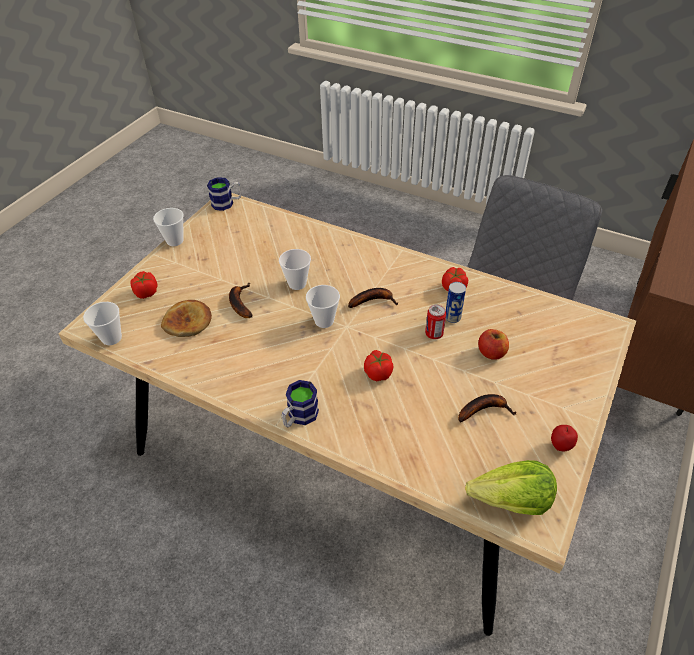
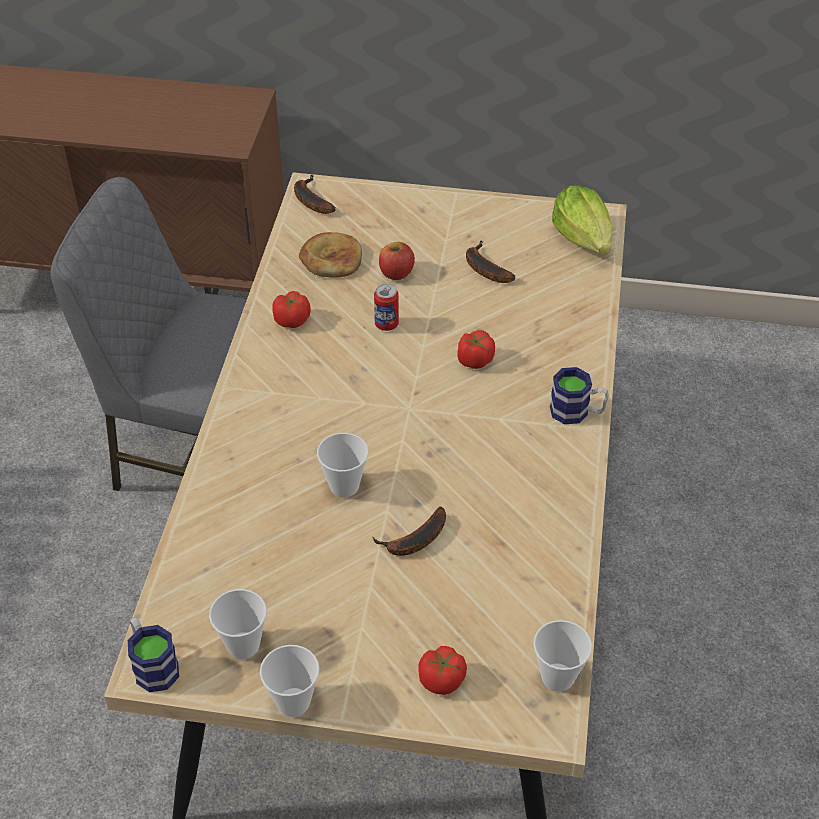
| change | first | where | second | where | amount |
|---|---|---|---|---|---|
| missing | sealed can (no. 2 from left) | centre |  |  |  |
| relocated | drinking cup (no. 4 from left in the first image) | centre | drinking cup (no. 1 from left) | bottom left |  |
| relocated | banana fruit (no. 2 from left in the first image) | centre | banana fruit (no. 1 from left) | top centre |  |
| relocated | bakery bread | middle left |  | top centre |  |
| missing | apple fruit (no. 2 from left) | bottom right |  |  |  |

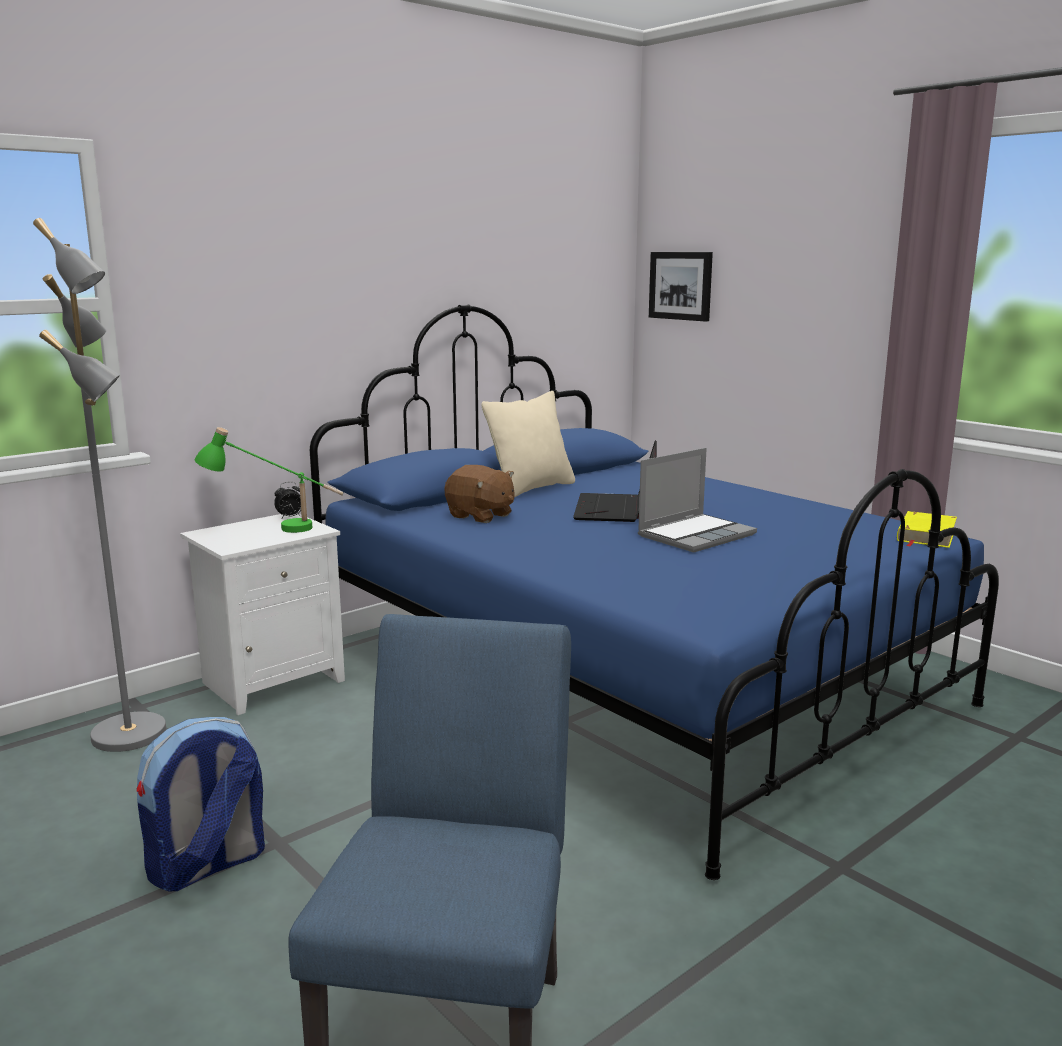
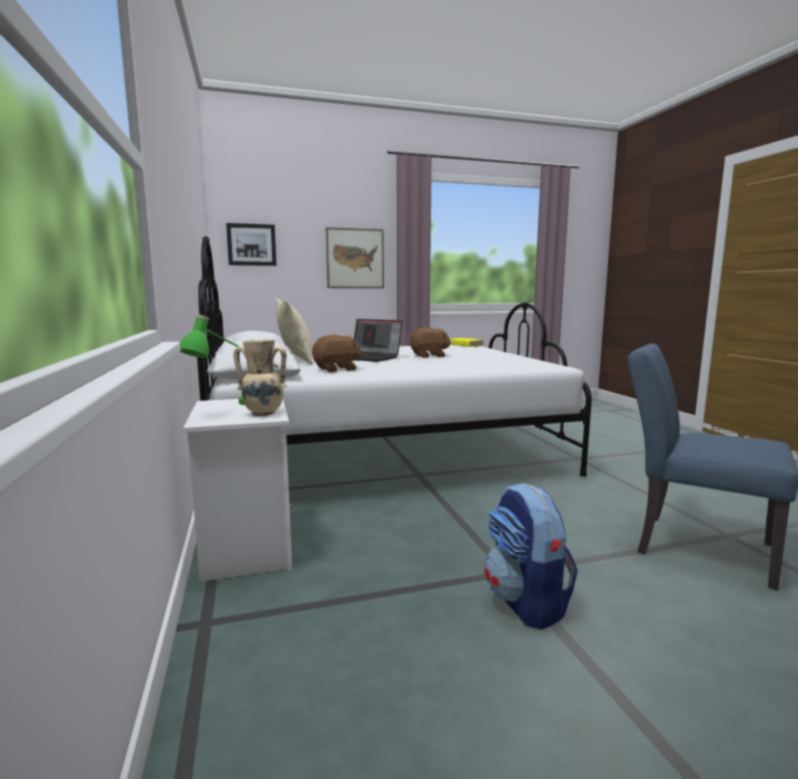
| change | first | where | second | where | amount |
|---|---|---|---|---|---|
| missing | standing lamp in gray | middle left |  |  |  |
| colour | sleeping bed in blue | centre | sleeping bed in whitish | centre |  |
| exchanged | portable computer (no. 2 from left) | centre | cuddly toy in brown-coloured (no. 2 from left) | centre |  |
| missing | alarm clock | middle left |  |  |  |
| appeared |  |  | wall picture (no. 2 from left) | top centre |  |
| appeared |  |  | flower vase in sand-coloured | middle left |  |

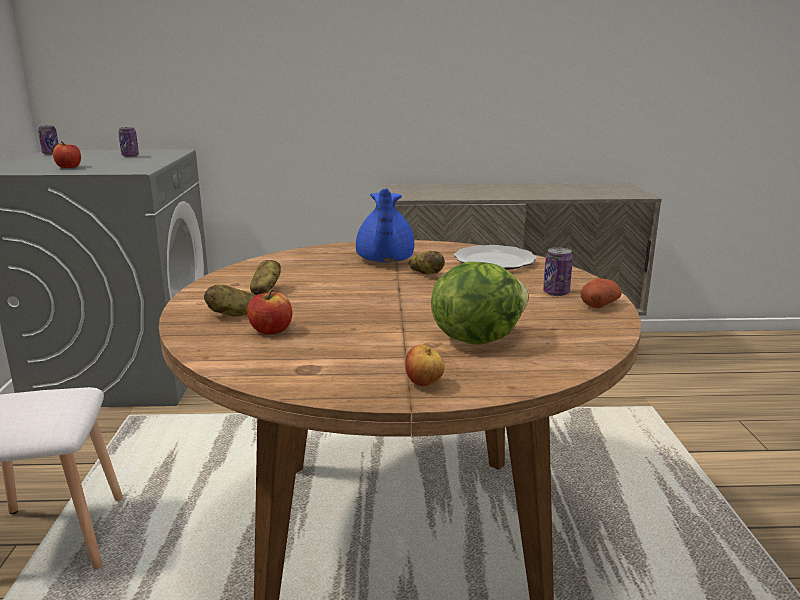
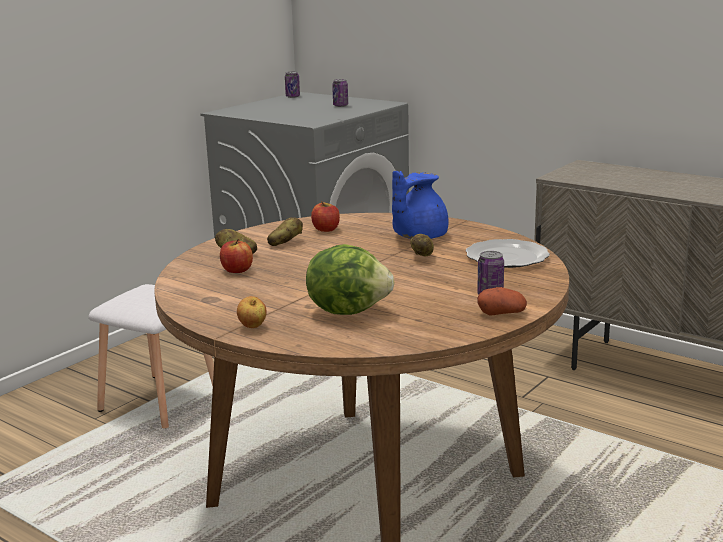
| change | first | where | second | where | amount |
|---|---|---|---|---|---|
| relocated | apple fruit (no. 1 from left in the first image) | top left | apple fruit (no. 3 from left) | centre |  |

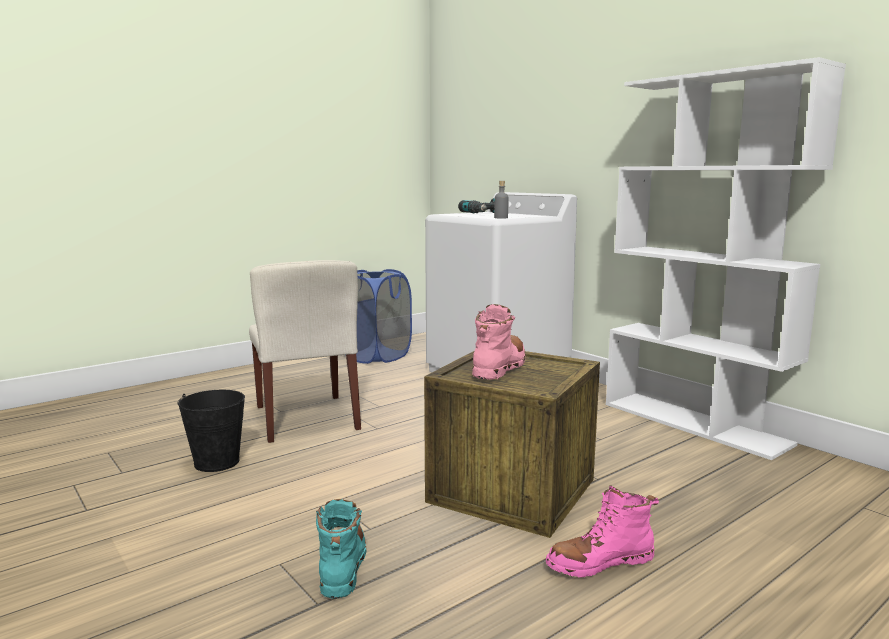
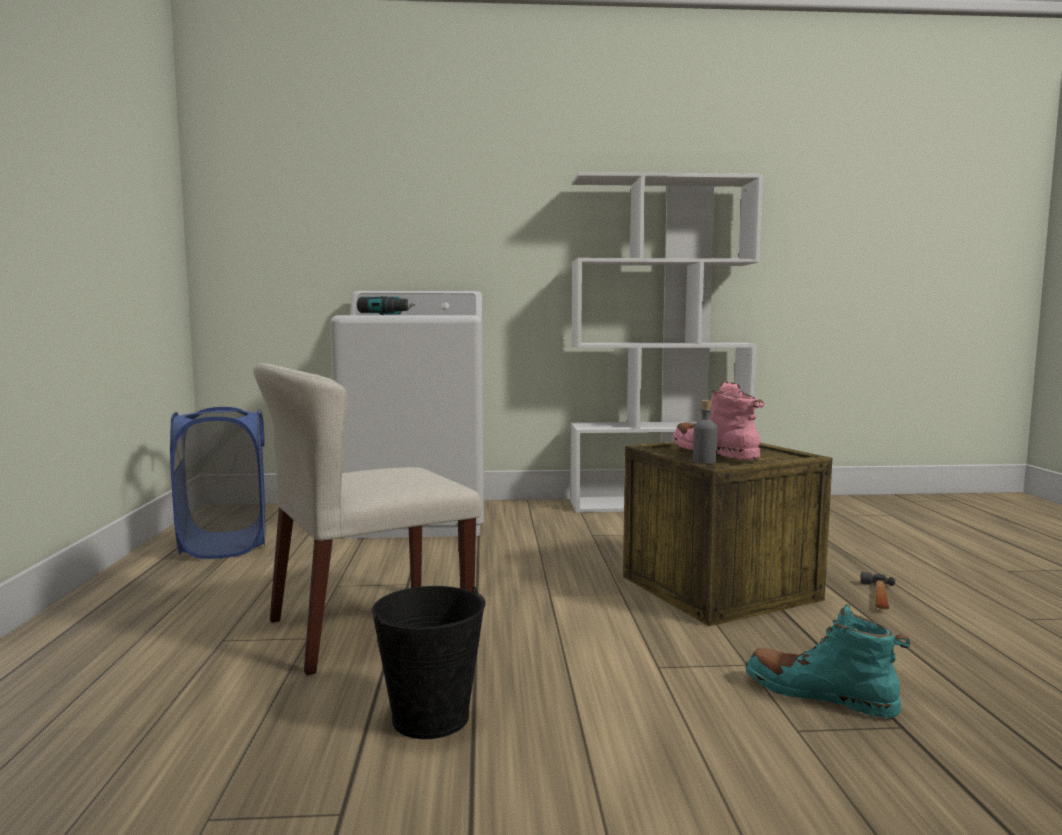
| change | first | where | second | where | amount |
|---|---|---|---|---|---|
| relocated | bottle in gray | top centre |  | centre |  |
| spun | plain chair in sand-coloured | centre |  | centre | 135 degrees clockwise |
| exchanged | high-top boot in pink-coloured (no. 2 from left) | bottom right | hammer | bottom right |  |

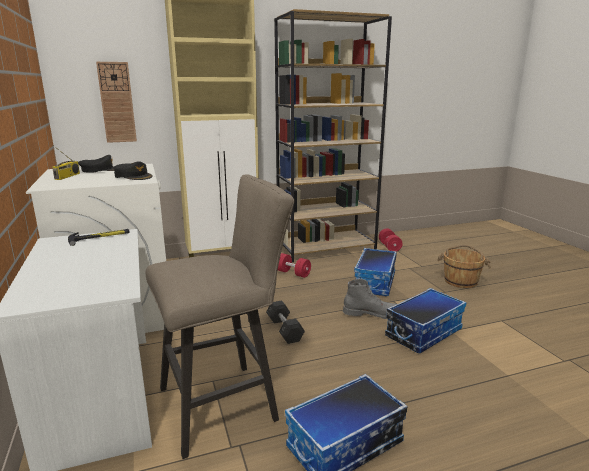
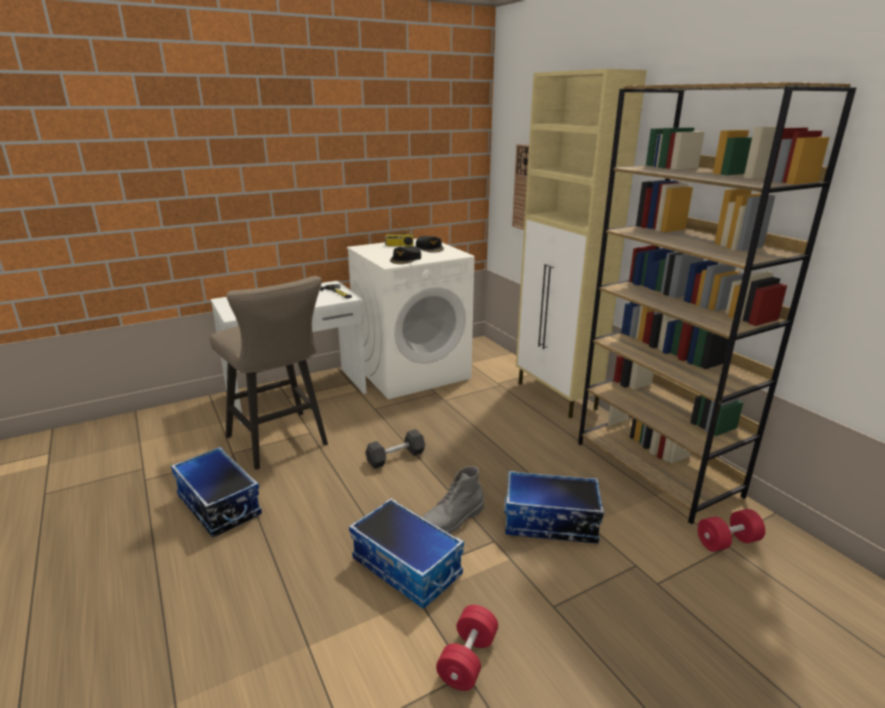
| change | first | where | second | where | amount |
|---|---|---|---|---|---|
| missing | water bucket in brown-coloured | middle right |  |  |  |
| relocated | dumbbell in reddish (no. 1 from left) | centre |  | bottom centre |  |
| spun | high-top boot in gray | centre |  | bottom centre | 60 degrees clockwise |

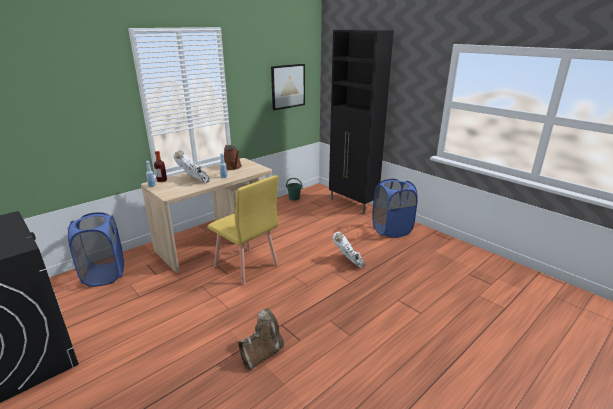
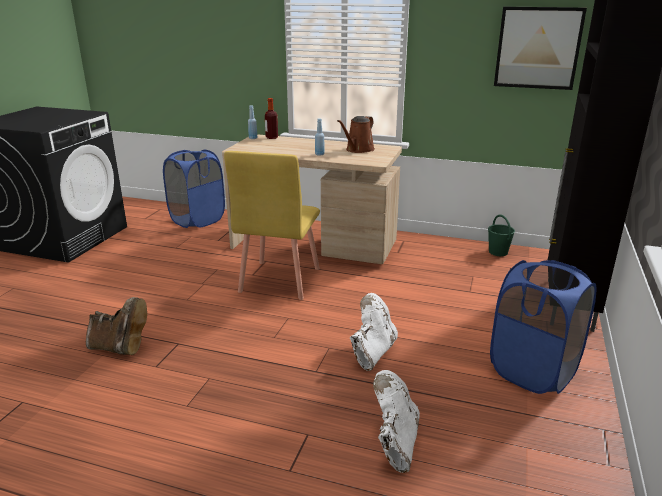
| change | first | where | second | where | amount |
|---|---|---|---|---|---|
| relocated | high-top boot in whitish (no. 1 from left in the first image) | middle left | high-top boot in whitish (no. 2 from left) | bottom centre |  |

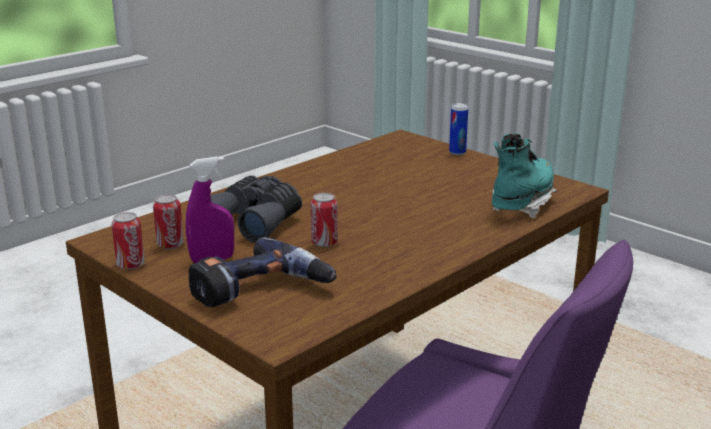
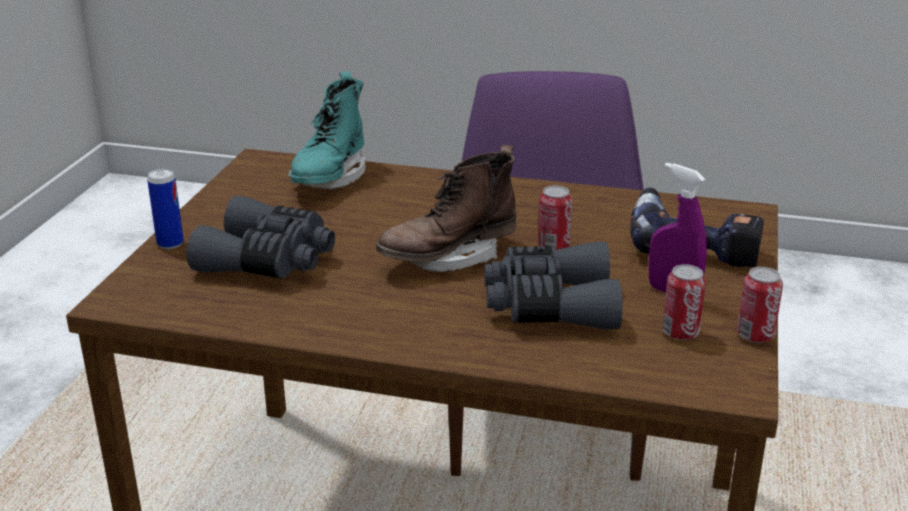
| change | first | where | second | where | amount |
|---|---|---|---|---|---|
| spun | high-top boot in turquoise-coloured | middle right |  | top centre | 75 degrees counterclockwise |
| appeared |  |  | high-top boot in brown-coloured | centre |  |
| appeared |  |  | pair of binoculars in gray (no. 1 from left) | middle left |  |

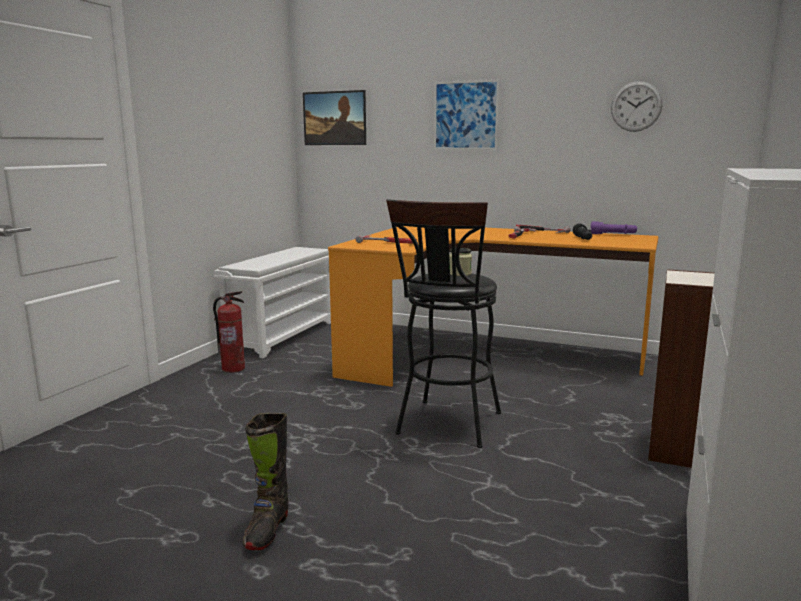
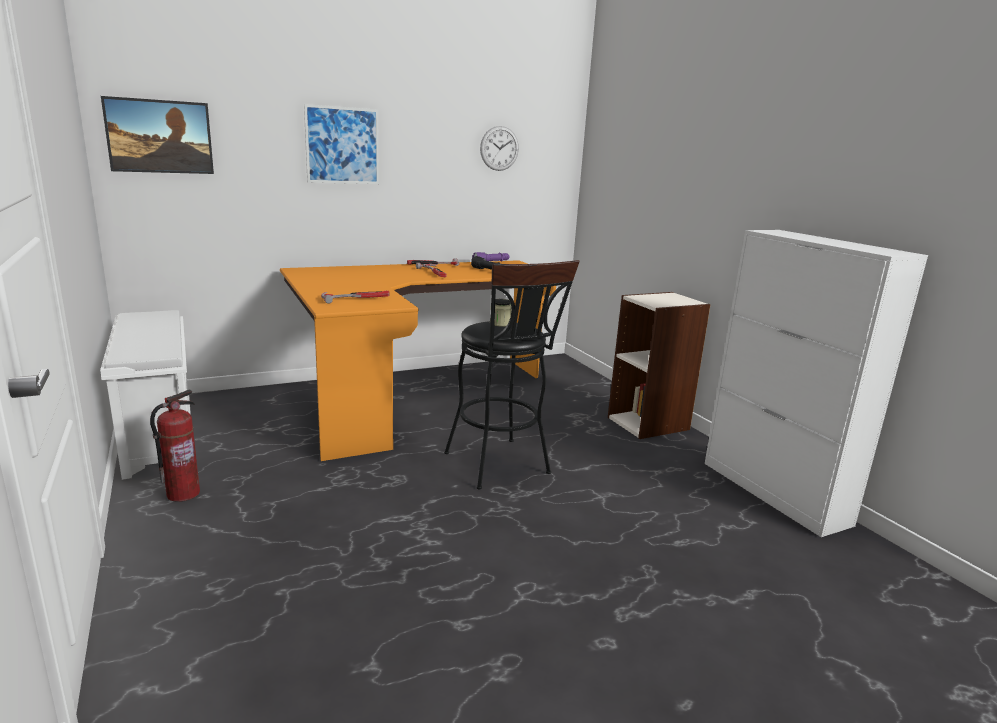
| change | first | where | second | where | amount |
|---|---|---|---|---|---|
| missing | high-top boot in black | bottom left |  |  |  |

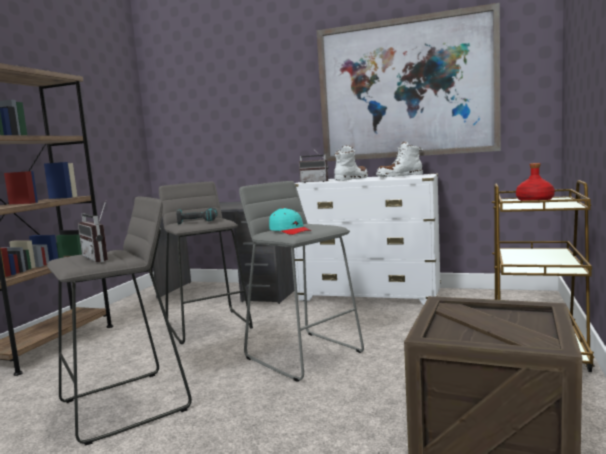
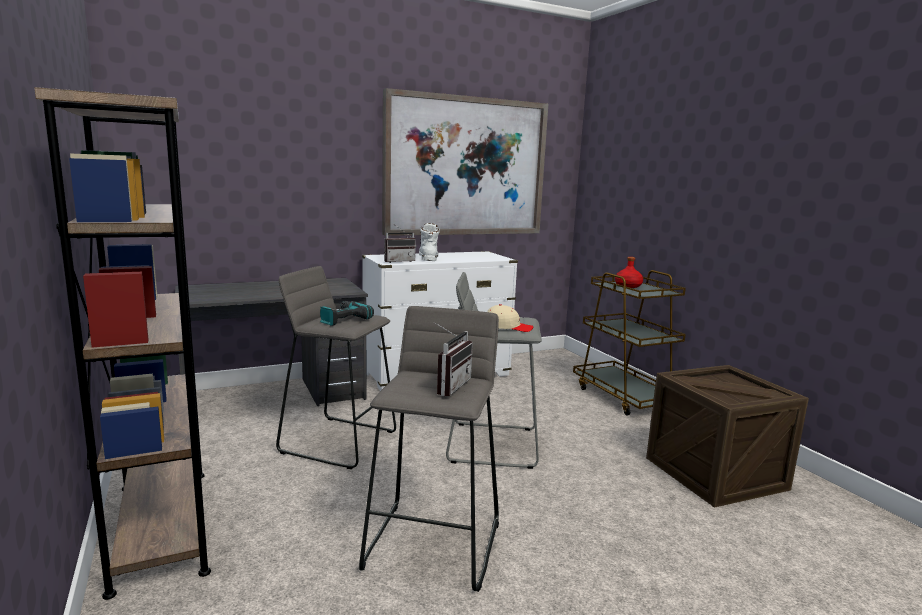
| change | first | where | second | where | amount |
|---|---|---|---|---|---|
| missing | high-top boot in whitish (no. 2 from left) | centre |  |  |  |
| spun | radio receiver (no. 1 from left in the first image) | middle left | radio receiver (no. 2 from left) | centre | 75 degrees counterclockwise |
| colour | peaked cap in turquoise-coloured | centre | peaked cap in sand-coloured | centre |  |

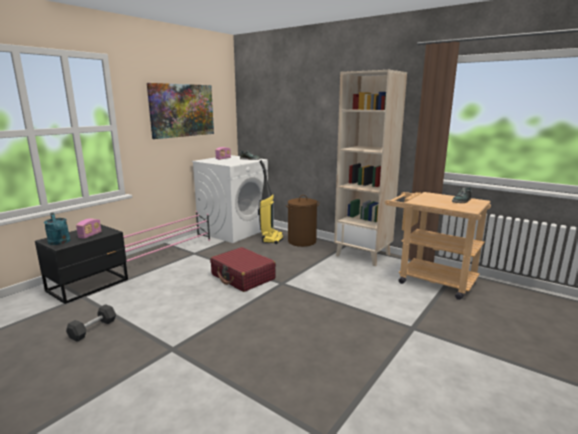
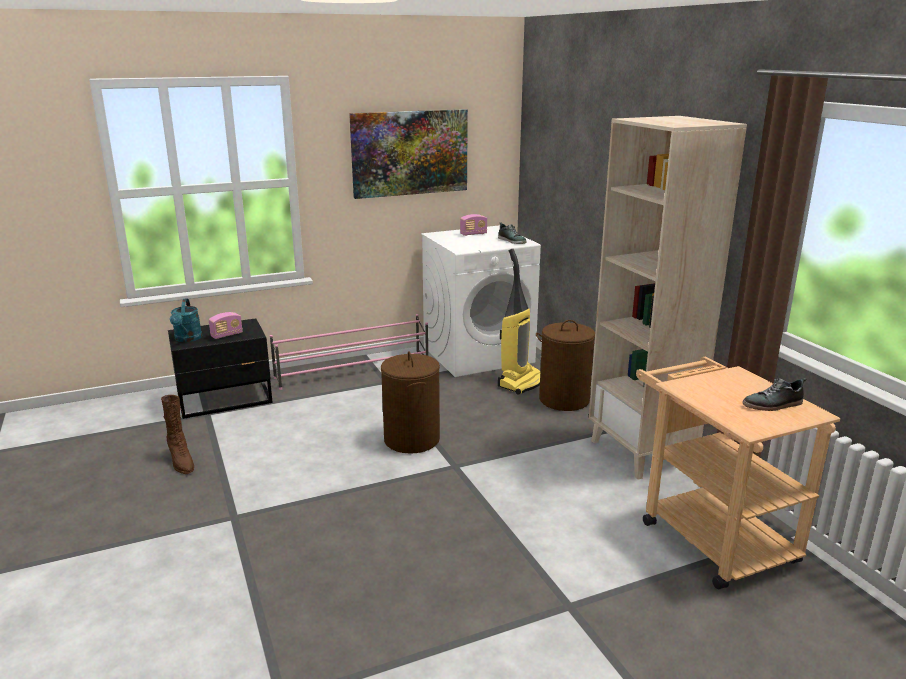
| change | first | where | second | where | amount |
|---|---|---|---|---|---|
| exchanged | piece of luggage in reddish | centre | laundry basket in brown-coloured (no. 1 from left) | centre |  |
| exchanged | dumbbell in black | bottom left | high-top boot in brown-coloured | middle left |  |

